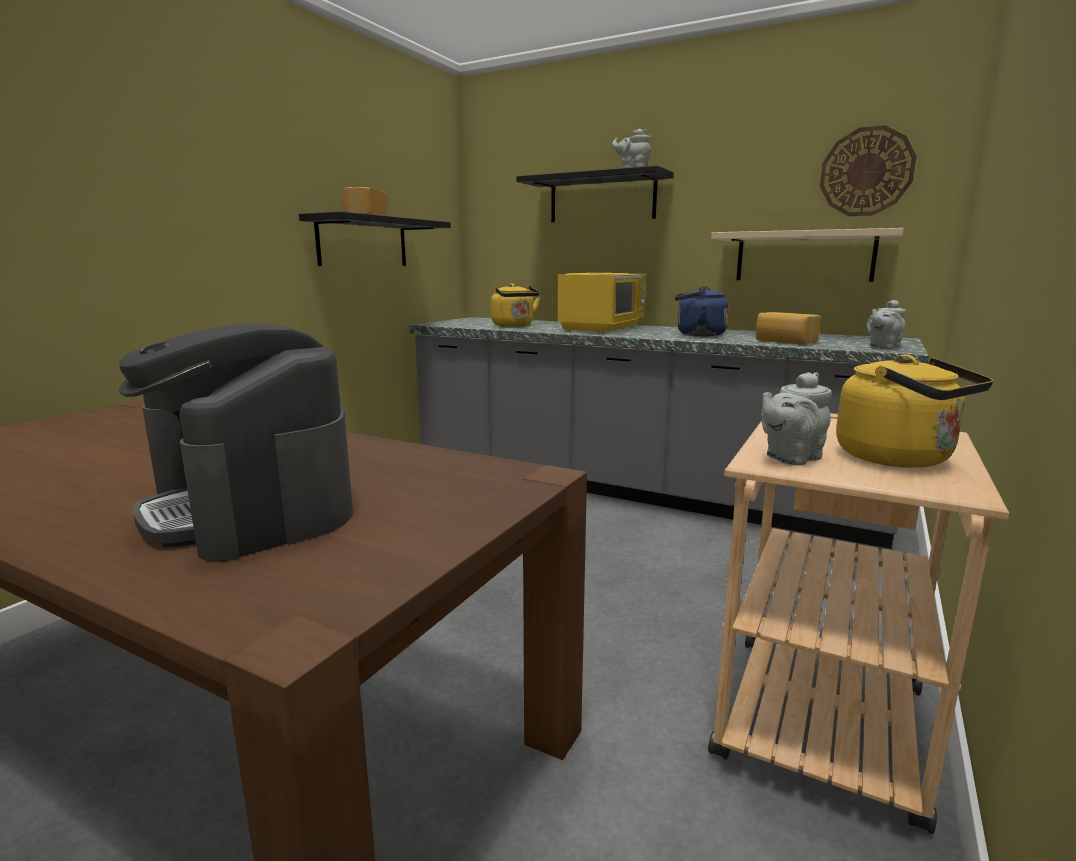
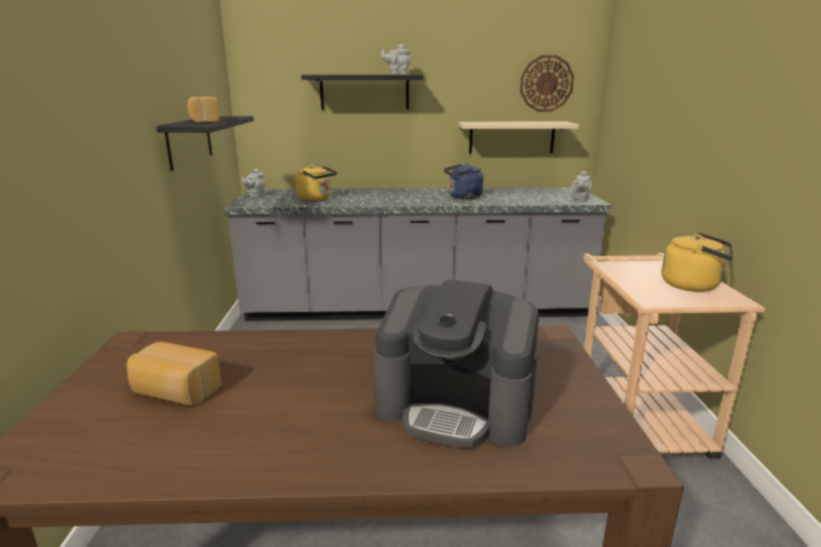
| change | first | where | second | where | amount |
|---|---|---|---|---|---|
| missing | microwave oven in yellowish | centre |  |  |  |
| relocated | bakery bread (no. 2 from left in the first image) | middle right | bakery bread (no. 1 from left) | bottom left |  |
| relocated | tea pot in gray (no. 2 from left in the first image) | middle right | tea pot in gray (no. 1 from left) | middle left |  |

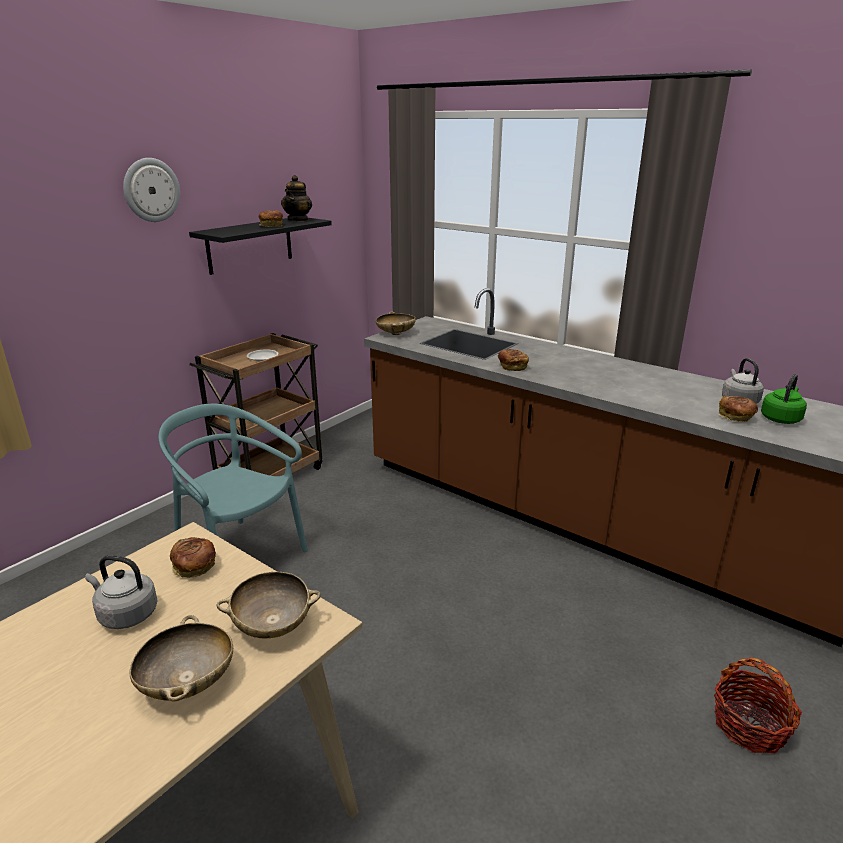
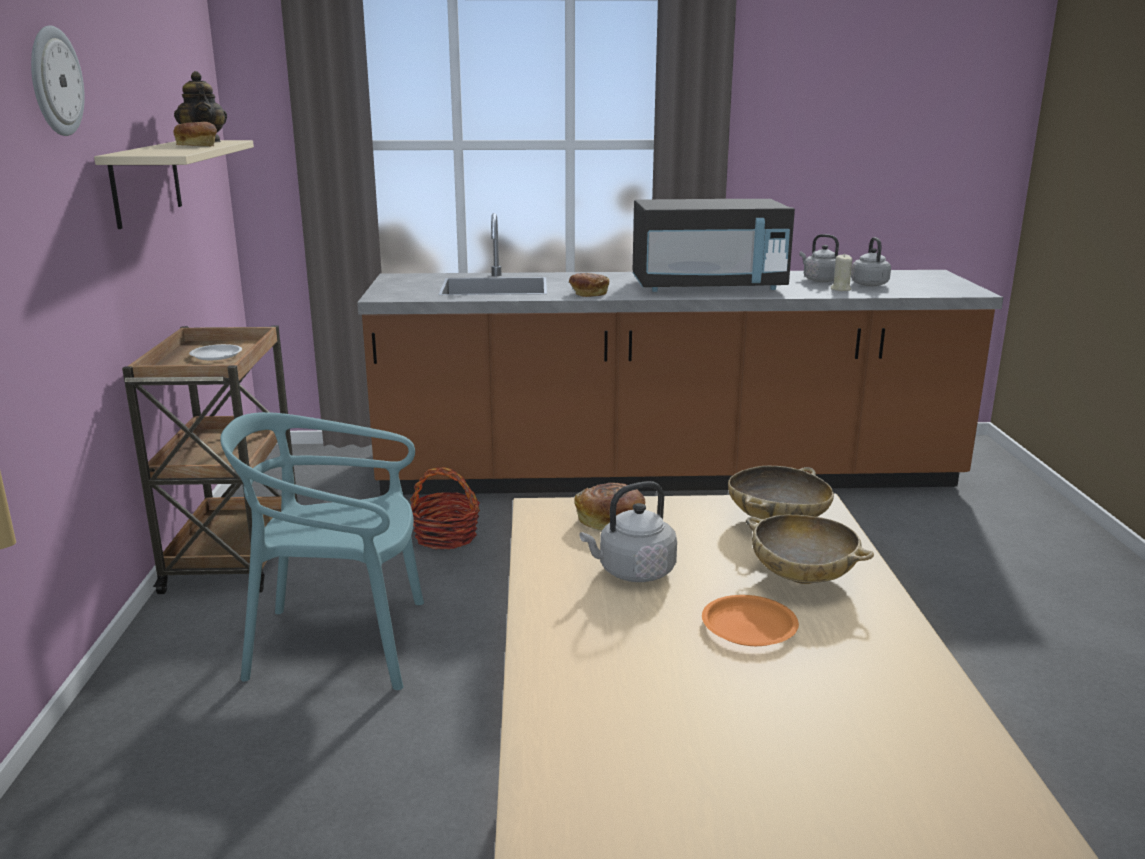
| change | first | where | second | where | amount |
|---|---|---|---|---|---|
| colour | bracket shelf in black | top left | bracket shelf in sand-coloured | top left |  |
| missing | bowl in sand-coloured (no. 3 from left) | centre |  |  |  |
| colour | water kettle in green | middle right | water kettle in gray (no. 3 from left) | top right |  |
| exchanged | bakery bread (no. 4 from left) | middle right | wax light in sand-coloured | top right |  |
| relocated | household basket | bottom right |  | centre |  |
| appeared |  |  | microwave oven in black | top centre |  |
| appeared |  |  | plate in orange | bottom centre |  |

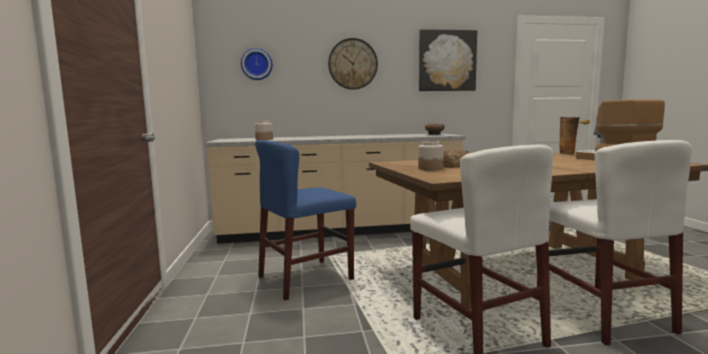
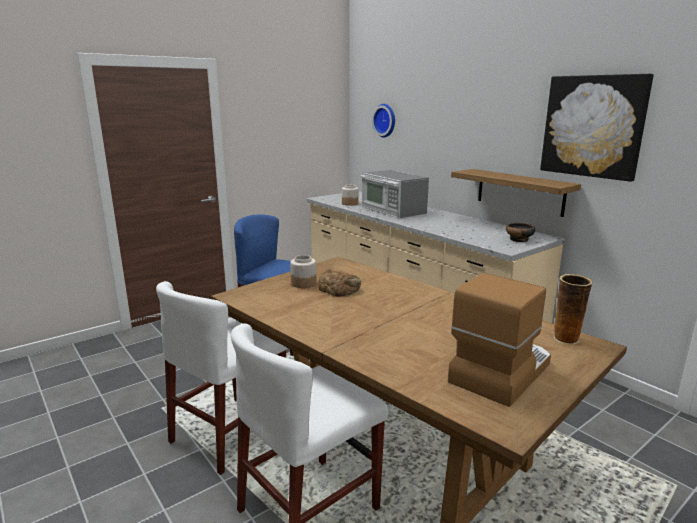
| change | first | where | second | where | amount |
|---|---|---|---|---|---|
| missing | clock on the wall (no. 2 from left) | top centre |  |  |  |
| appeared |  |  | bracket shelf | middle right |  |
| appeared |  |  | microwave oven | centre |  |

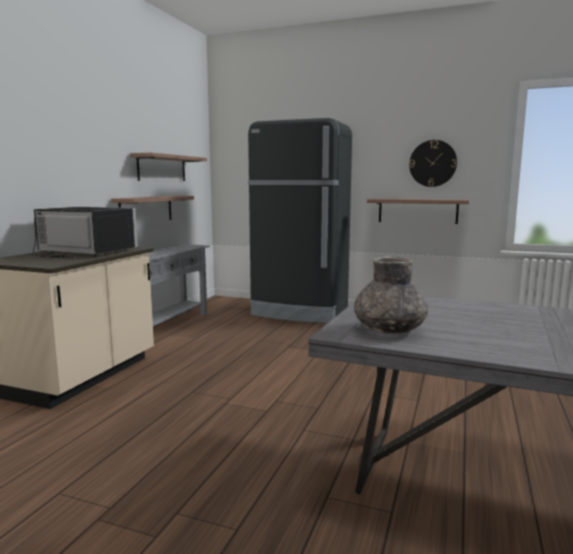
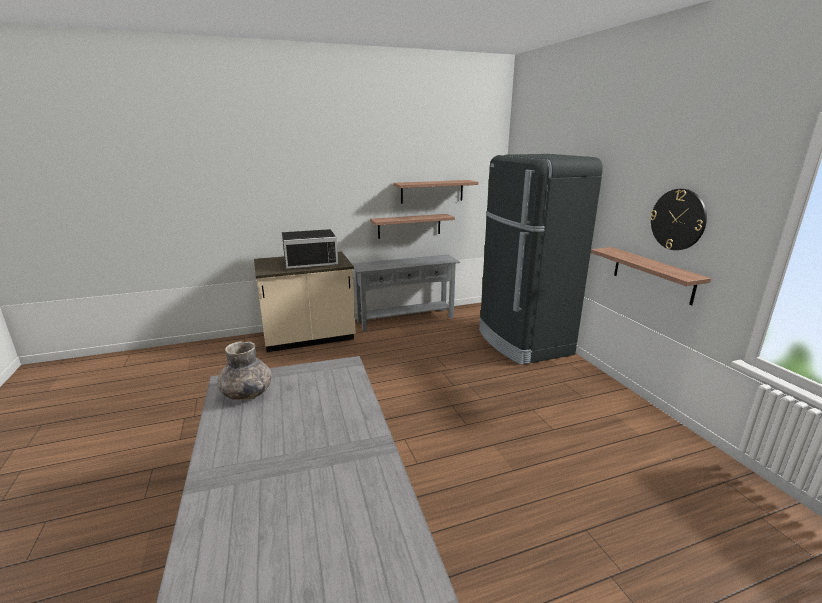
| change | first | where | second | where | amount |
|---|---|---|---|---|---|
| spun | microwave oven in black | middle left |  | centre | 90 degrees clockwise |

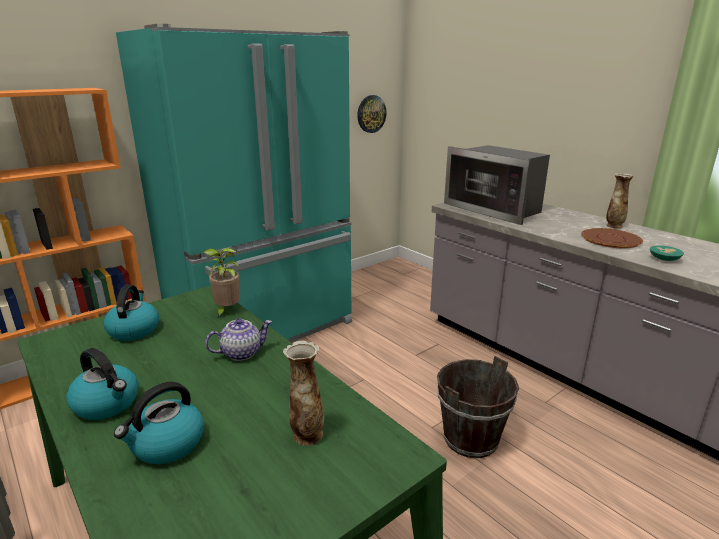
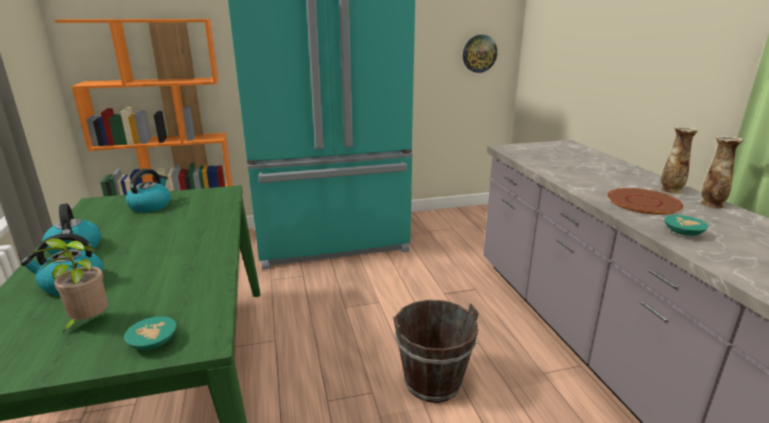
| change | first | where | second | where | amount |
|---|---|---|---|---|---|
| missing | microwave oven | middle right |  |  |  |
| relocated | houseplant | middle left |  | bottom left |  |
| missing | tea pot | middle left |  |  |  |
| relocated | flower vase (no. 1 from left in the first image) | bottom centre | flower vase (no. 2 from left) | middle right |  |
| appeared |  |  | bowl in turquoise-coloured (no. 1 from left) | bottom left |  |

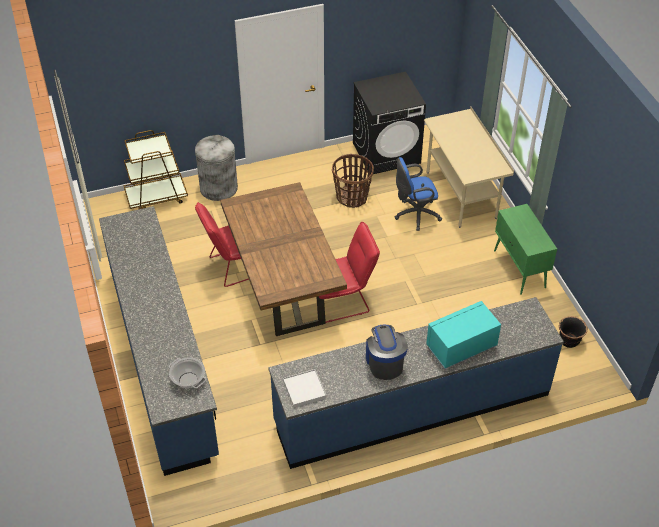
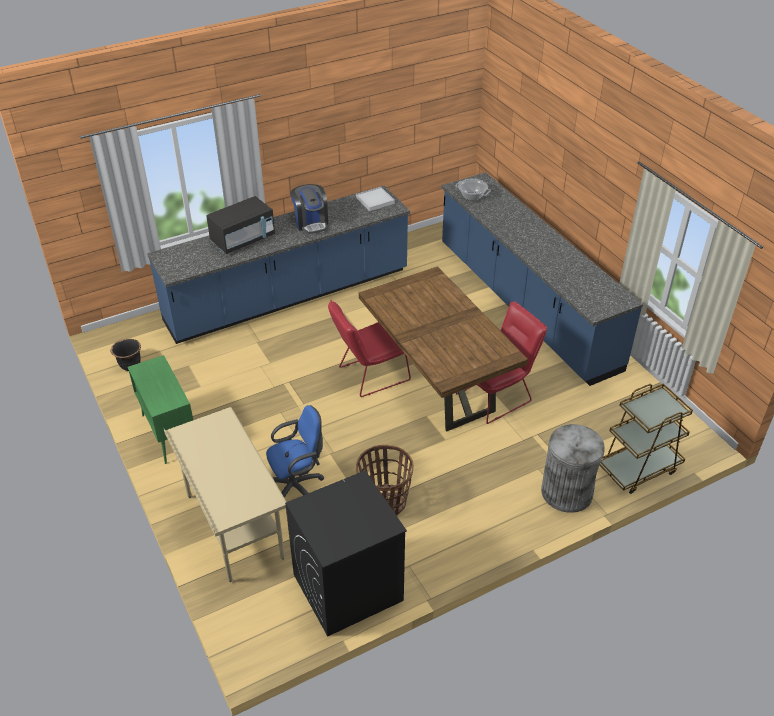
| change | first | where | second | where | amount |
|---|---|---|---|---|---|
| colour | microwave oven in turquoise-coloured | middle right | microwave oven in black | top left |  |

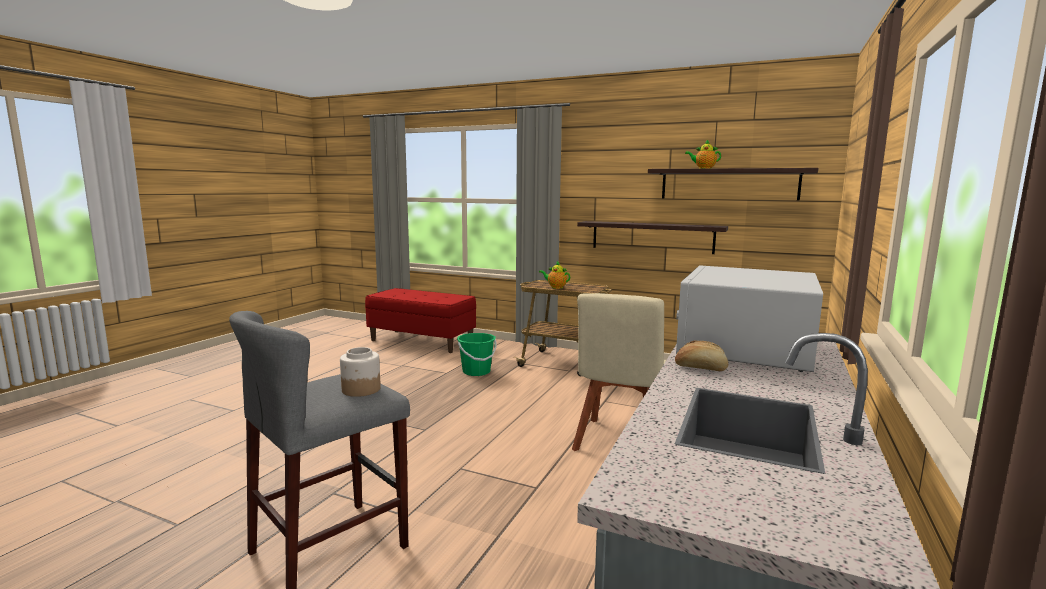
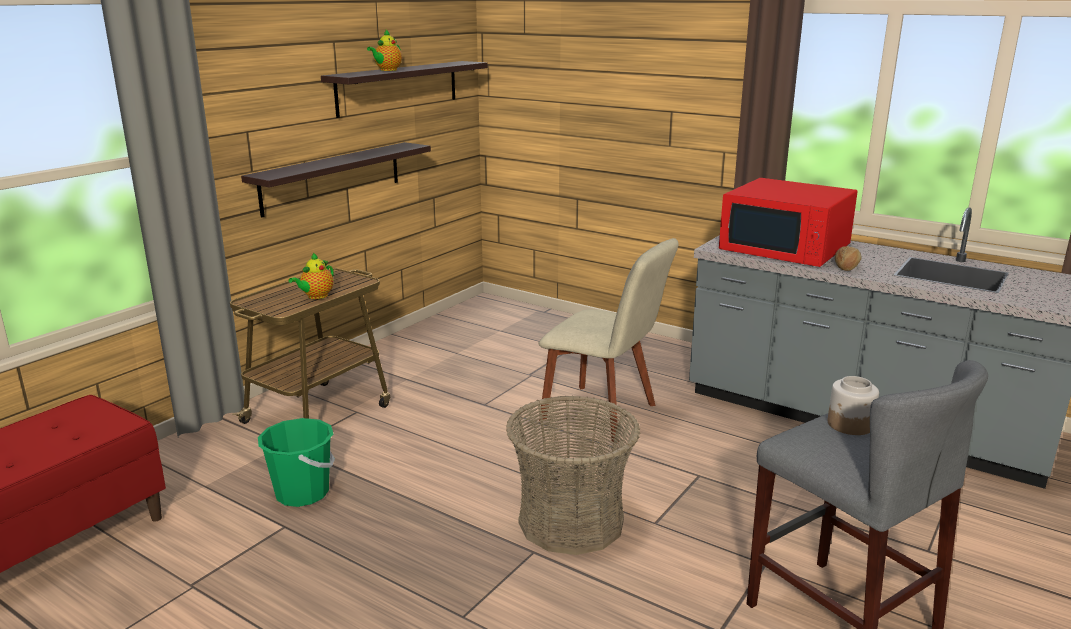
| change | first | where | second | where | amount |
|---|---|---|---|---|---|
| colour | microwave oven in whitish | middle right | microwave oven in reddish | middle right |  |
| appeared |  |  | household basket | bottom centre |  |

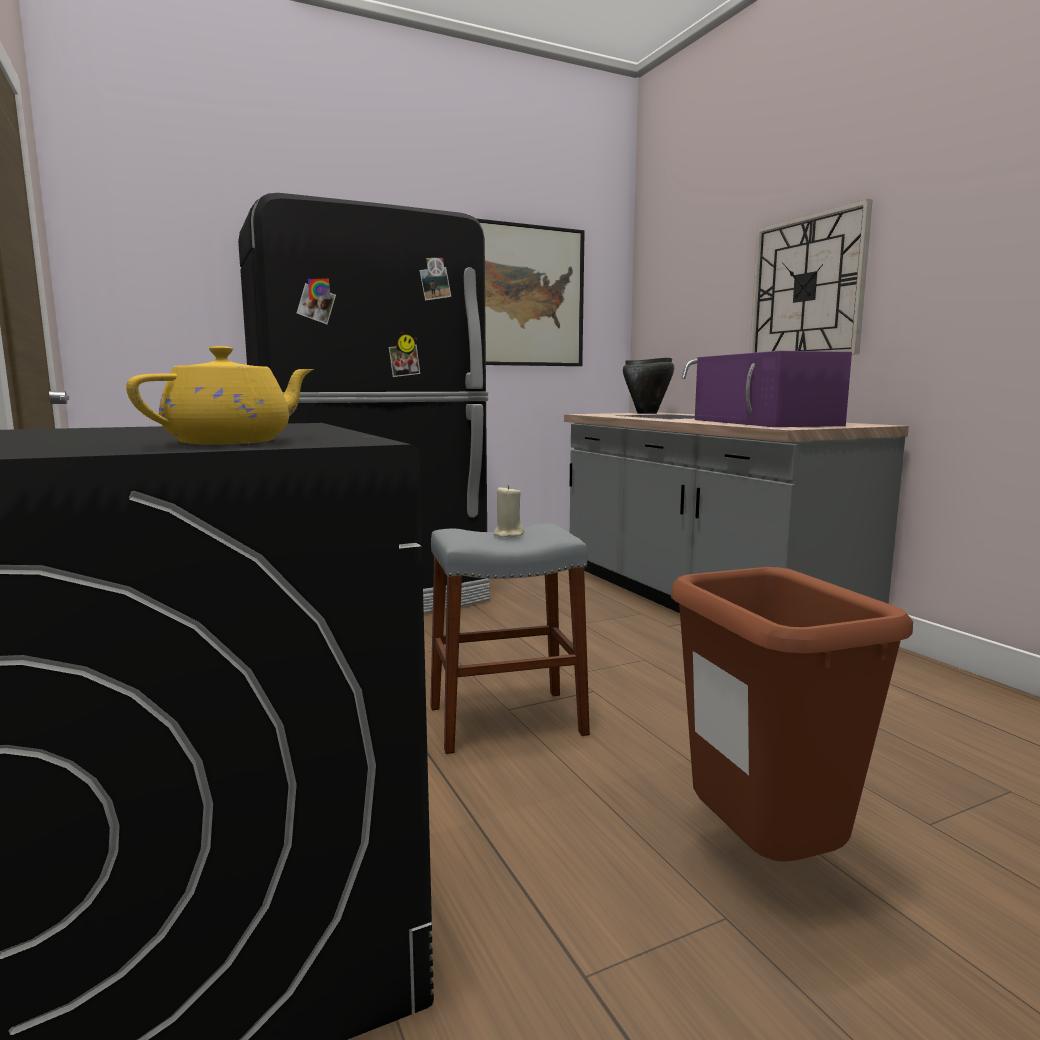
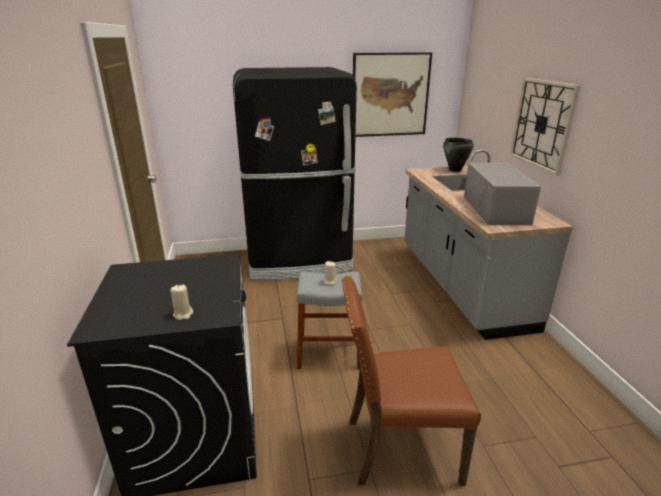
| change | first | where | second | where | amount |
|---|---|---|---|---|---|
| exchanged | tea pot in yellowish | middle left | wax light in sand-coloured (no. 1 from left) | middle left |  |
| colour | microwave oven in purple-coloured | middle right | microwave oven in gray | middle right |  |
| exchanged | waste bin in brown-coloured | bottom right | plain chair in brown-coloured | bottom centre |  |

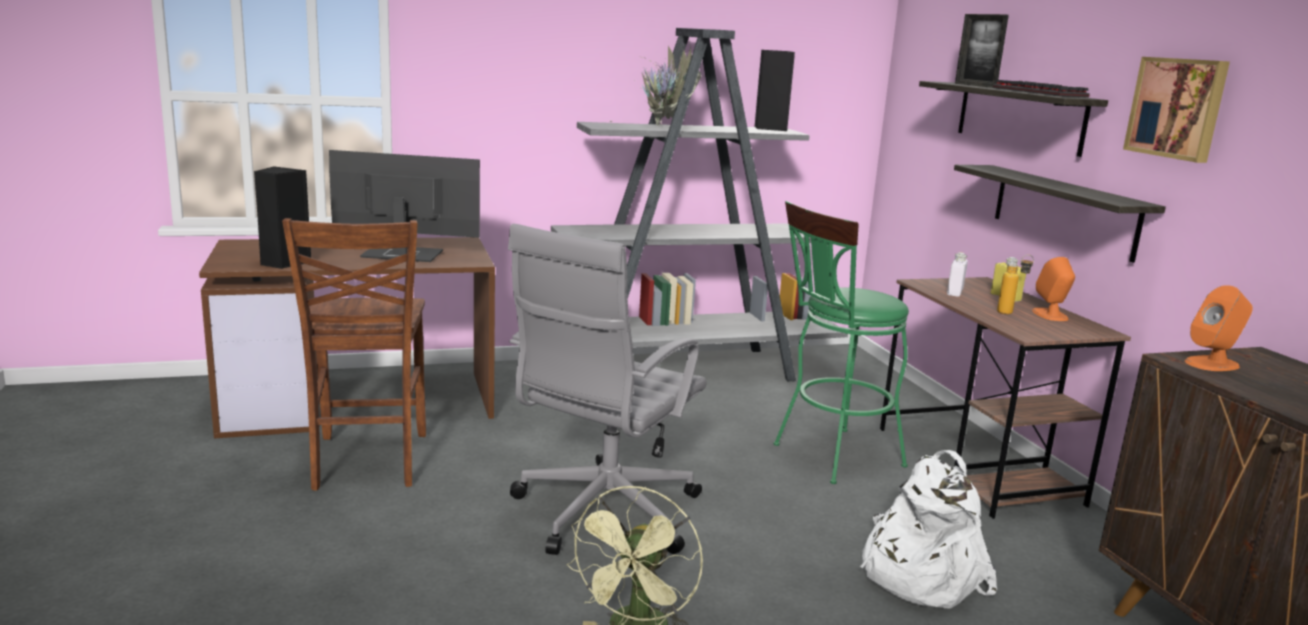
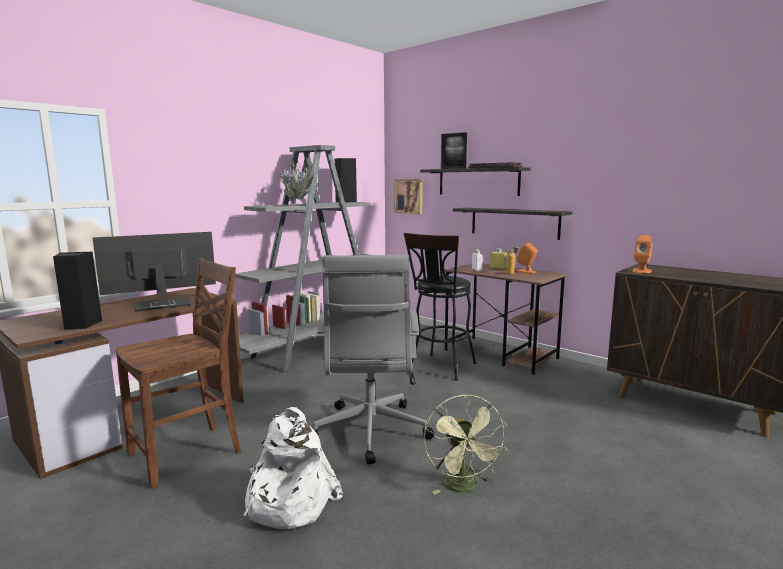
| change | first | where | second | where | amount |
|---|---|---|---|---|---|
| relocated | wall picture | top right |  | centre |  |
| colour | stool seat in green | centre | stool seat in black | centre |  |
| spun | plain chair in brown-coloured | middle left |  | middle left | 90 degrees counterclockwise |
| relocated | backpack in whitish | bottom right |  | bottom centre |  |

